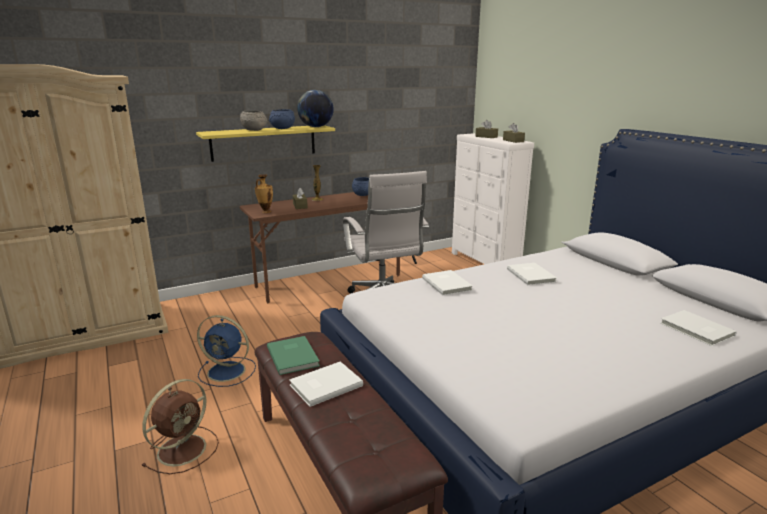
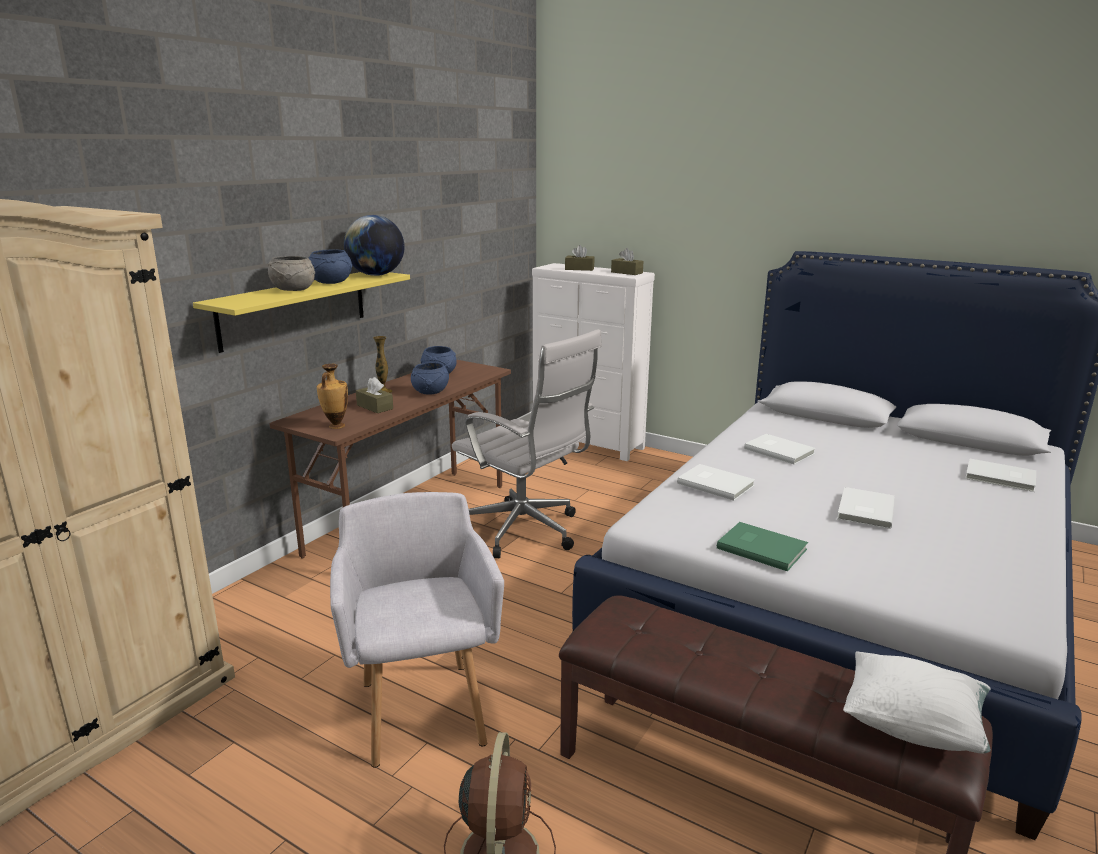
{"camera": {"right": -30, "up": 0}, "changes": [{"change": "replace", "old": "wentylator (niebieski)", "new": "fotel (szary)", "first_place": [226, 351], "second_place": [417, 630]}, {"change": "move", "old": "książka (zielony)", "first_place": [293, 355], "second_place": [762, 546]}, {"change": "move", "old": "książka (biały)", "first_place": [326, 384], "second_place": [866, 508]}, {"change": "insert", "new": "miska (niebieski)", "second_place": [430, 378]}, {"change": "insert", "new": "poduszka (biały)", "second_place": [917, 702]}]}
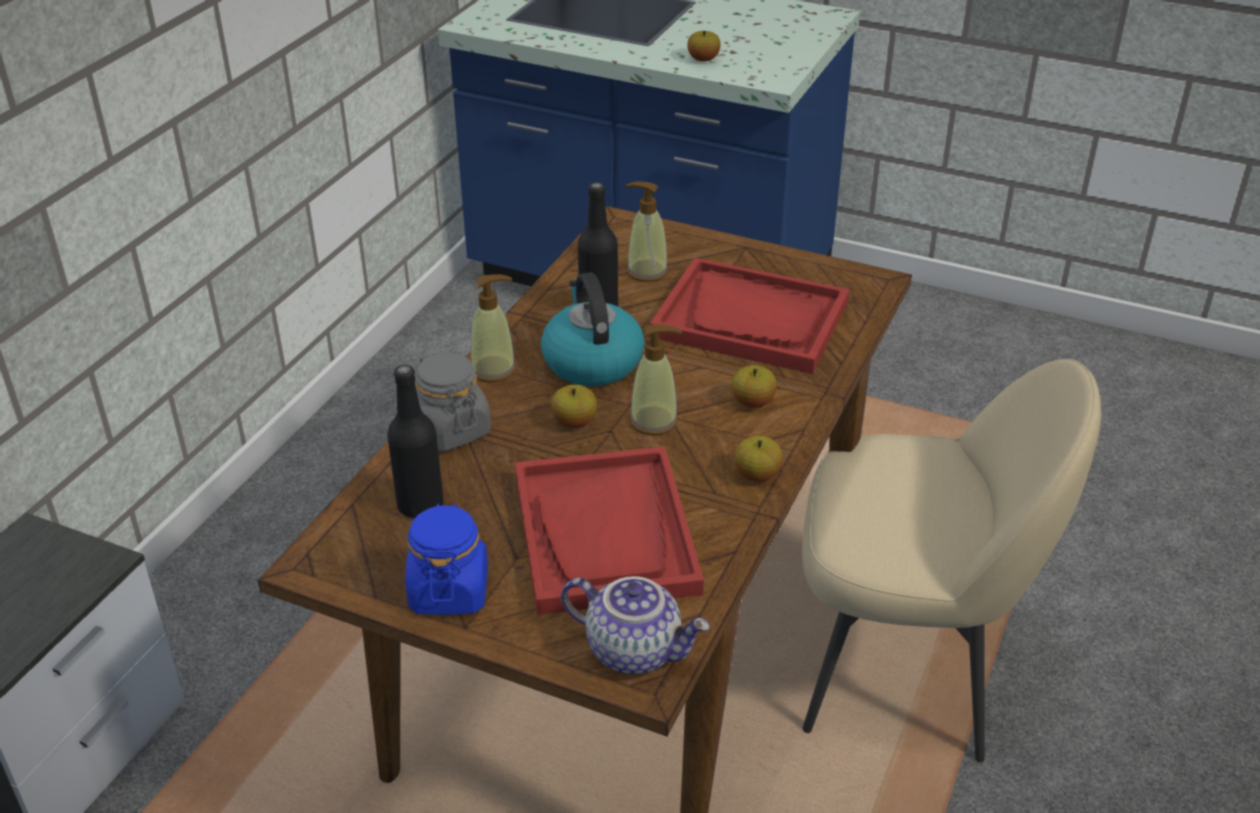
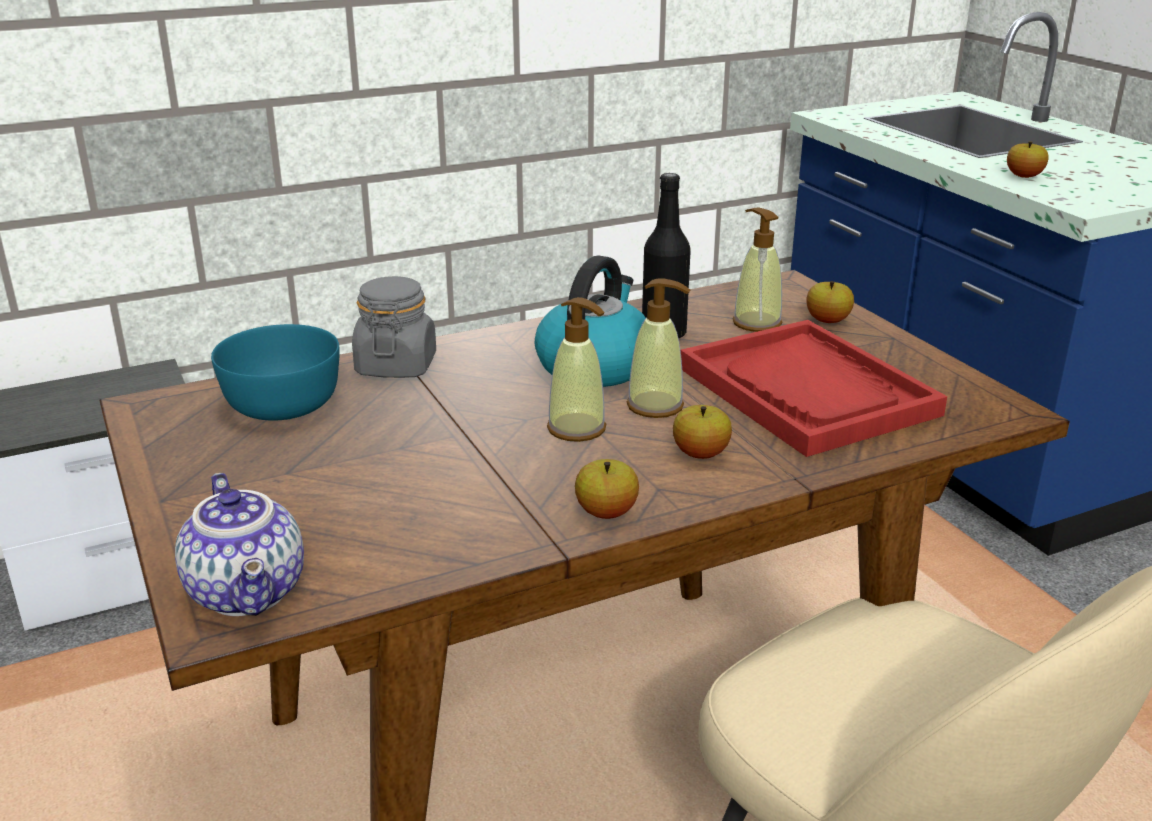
{"camera": {"right": 40, "up": -10}, "changes": [{"change": "replace", "old": "butelka (czarny)", "new": "miska (turkusowy)", "first_place": [415, 441], "second_place": [275, 372]}, {"change": "delete", "old": "słoik (niebieski)", "first_place": [446, 559]}, {"change": "move", "old": "dozownik mydła", "first_place": [493, 328], "second_place": [658, 348]}, {"change": "delete", "old": "taca (czerwony)", "first_place": [609, 531]}, {"change": "move", "old": "jabłko", "first_place": [574, 406], "second_place": [830, 302]}]}
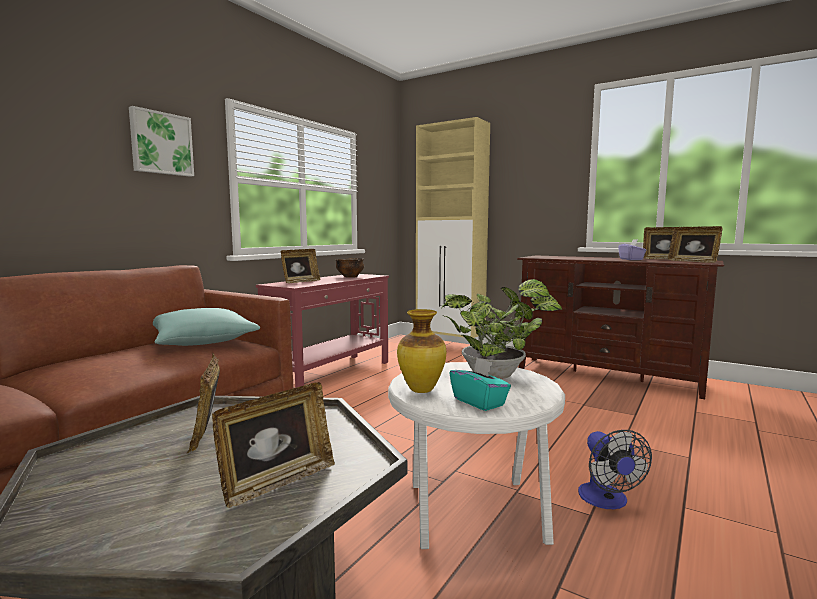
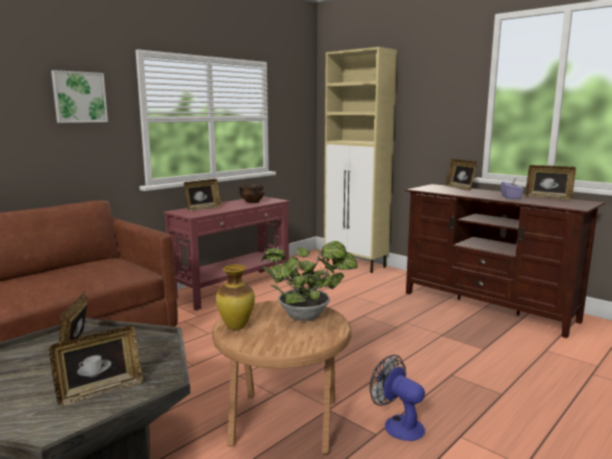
{"camera": {"right": 10, "up": 5}, "changes": [{"change": "delete", "old": "poduszka (turkusowy)", "first_place": [206, 327]}, {"change": "recolor", "old": "stolik (biały)", "new": "stolik (brązowy)", "first_place": [476, 455], "second_place": [281, 377]}, {"change": "delete", "old": "pudełko chusteczek (turkusowy)", "first_place": [480, 384]}, {"change": "rotate", "old": "wentylator", "first_place": [615, 469], "second_place": [397, 398], "degrees": 135}, {"change": "move", "old": "ramka na zdjęcie", "first_place": [695, 244], "second_place": [461, 175]}]}
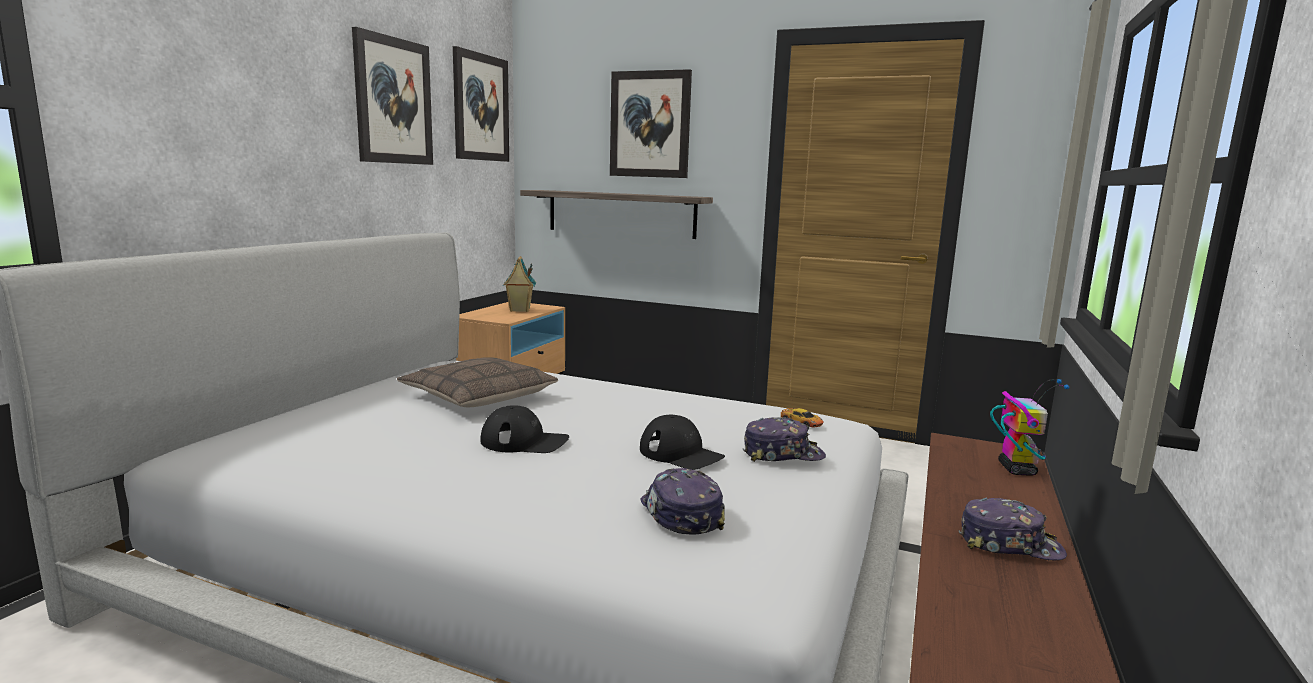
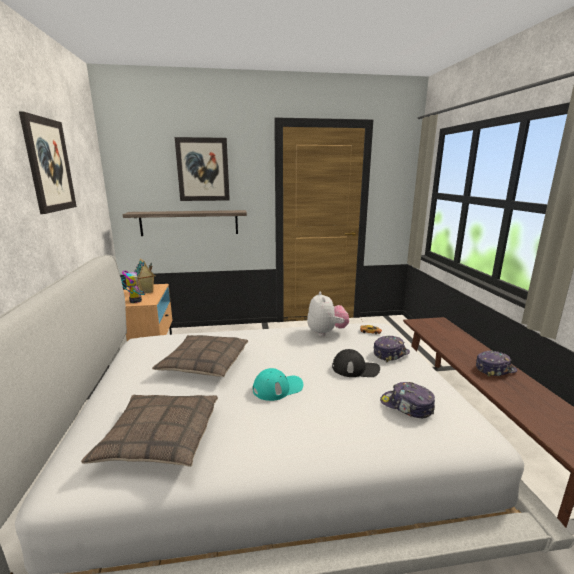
{"camera": {"right": -30, "up": 5}, "changes": [{"change": "delete", "old": "obraz", "first_place": [481, 104]}, {"change": "recolor", "old": "czapka z daszkiem (czarny)", "new": "czapka z daszkiem (turkusowy)", "first_place": [524, 429], "second_place": [278, 384]}, {"change": "move", "old": "robot zabawkowy", "first_place": [1030, 427], "second_place": [133, 282]}, {"change": "insert", "new": "poduszka", "second_place": [149, 431]}, {"change": "insert", "new": "pluszak", "second_place": [328, 314]}]}
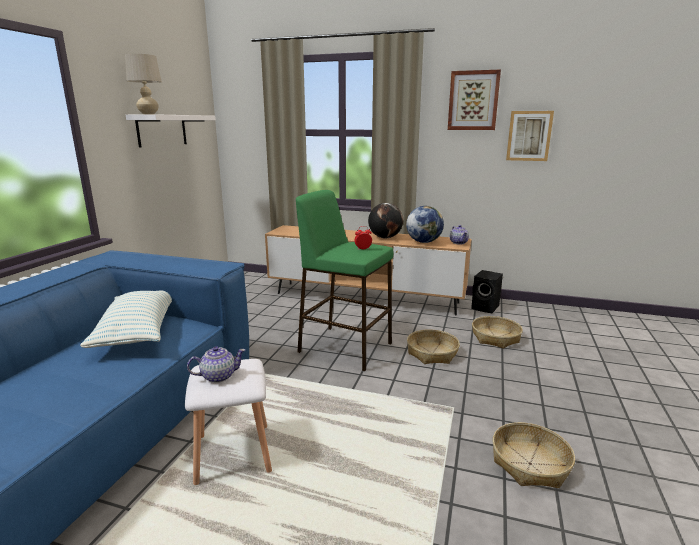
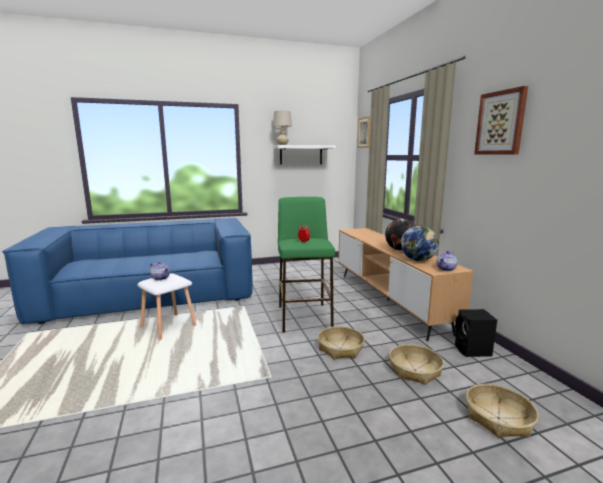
{"camera": {"right": 55, "up": -5}, "changes": [{"change": "delete", "old": "poduszka", "first_place": [126, 319]}, {"change": "move", "old": "koszyk", "first_place": [533, 455], "second_place": [502, 411]}, {"change": "move", "old": "obraz", "first_place": [530, 136], "second_place": [363, 132]}]}
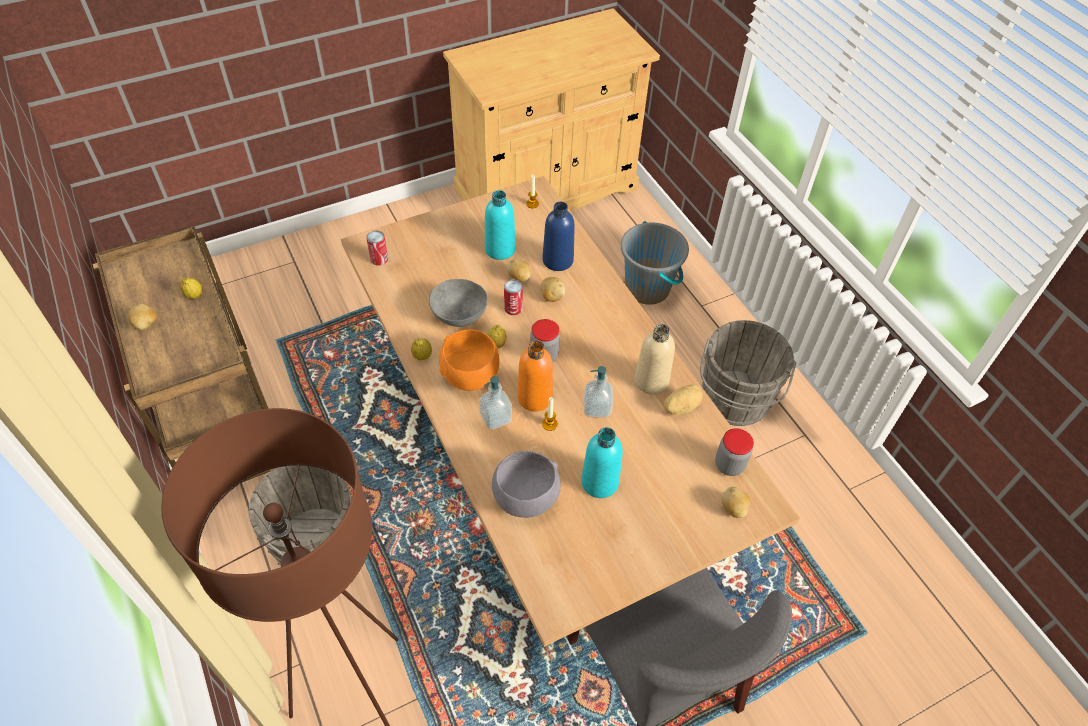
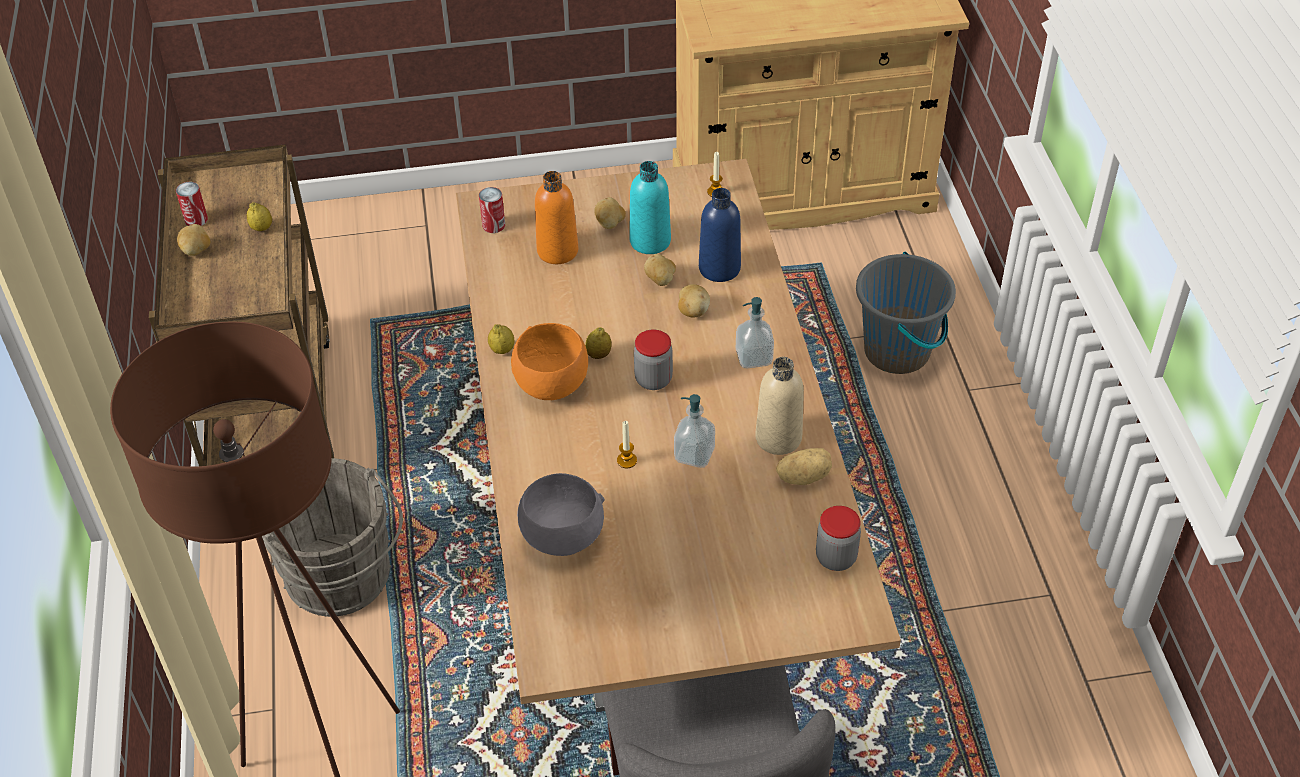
{"camera": {"right": 20, "up": -5}, "changes": [{"change": "delete", "old": "miska (szary)", "first_place": [458, 303]}, {"change": "move", "old": "dozownik mydła", "first_place": [495, 402], "second_place": [755, 332]}, {"change": "move", "old": "puszka", "first_place": [513, 297], "second_place": [192, 204]}, {"change": "move", "old": "butelka (pomarańczowy)", "first_place": [535, 376], "second_place": [556, 217]}, {"change": "delete", "old": "butelka (turkusowy)", "first_place": [602, 462]}, {"change": "delete", "old": "wiadro (szary)", "first_place": [748, 373]}, {"change": "move", "old": "ziemniak", "first_place": [736, 502], "second_place": [610, 213]}]}
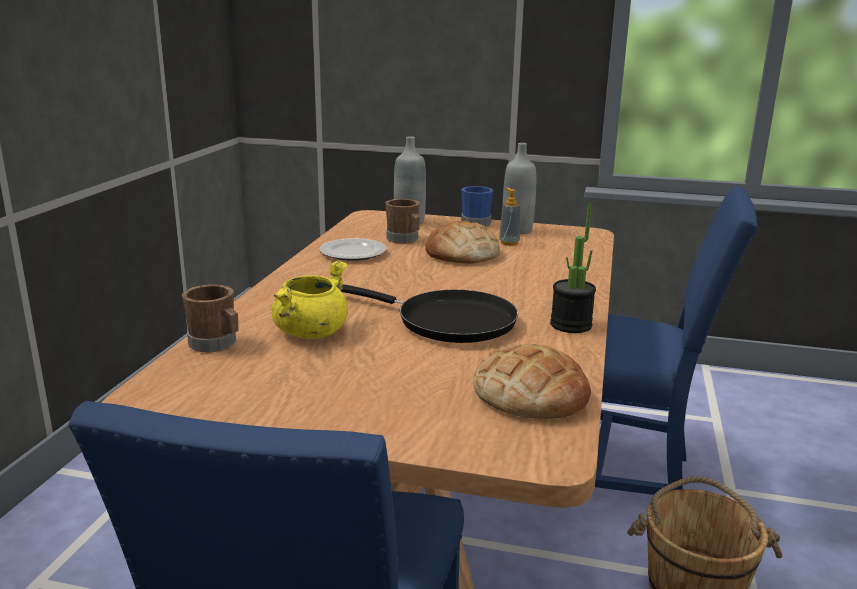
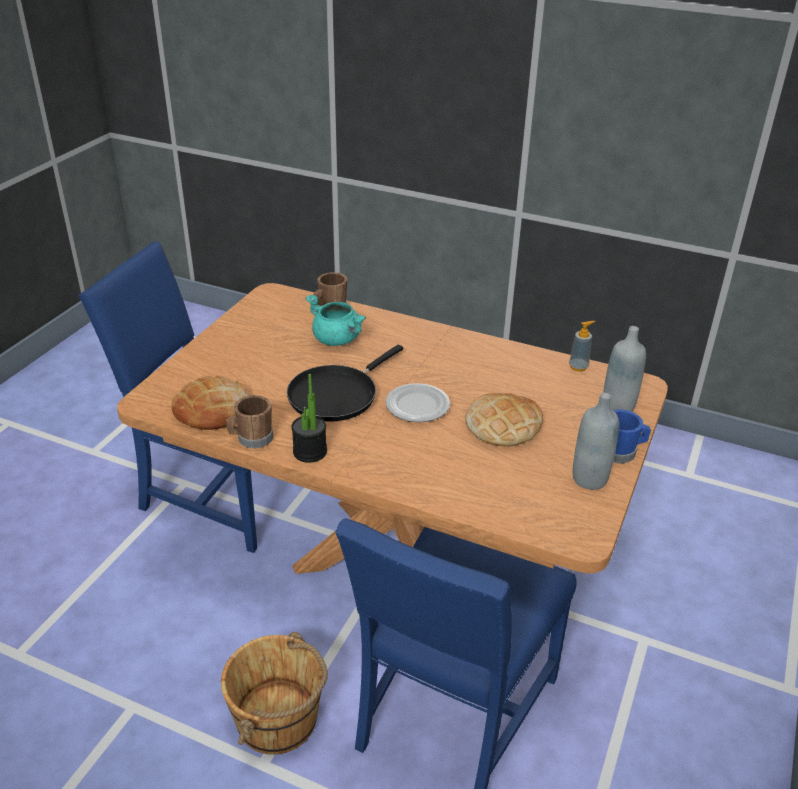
{"camera": {"right": 100, "up": 15}, "changes": [{"change": "recolor", "old": "garnek (żółty)", "new": "garnek (turkusowy)", "first_place": [310, 299], "second_place": [335, 320]}, {"change": "move", "old": "talerz", "first_place": [353, 249], "second_place": [417, 402]}, {"change": "move", "old": "kubek (brązowy)", "first_place": [402, 221], "second_place": [249, 422]}, {"change": "move", "old": "dozownik mydła", "first_place": [509, 217], "second_place": [582, 346]}]}
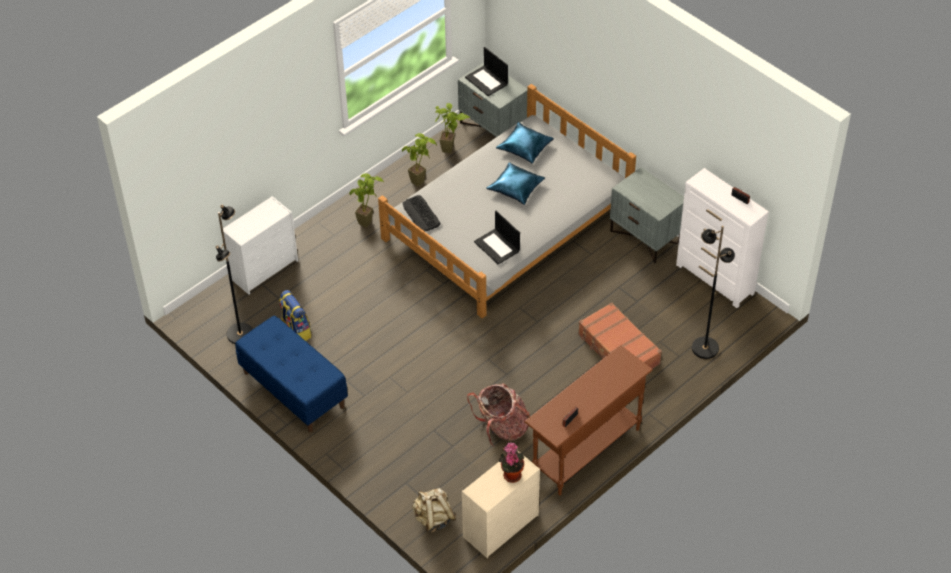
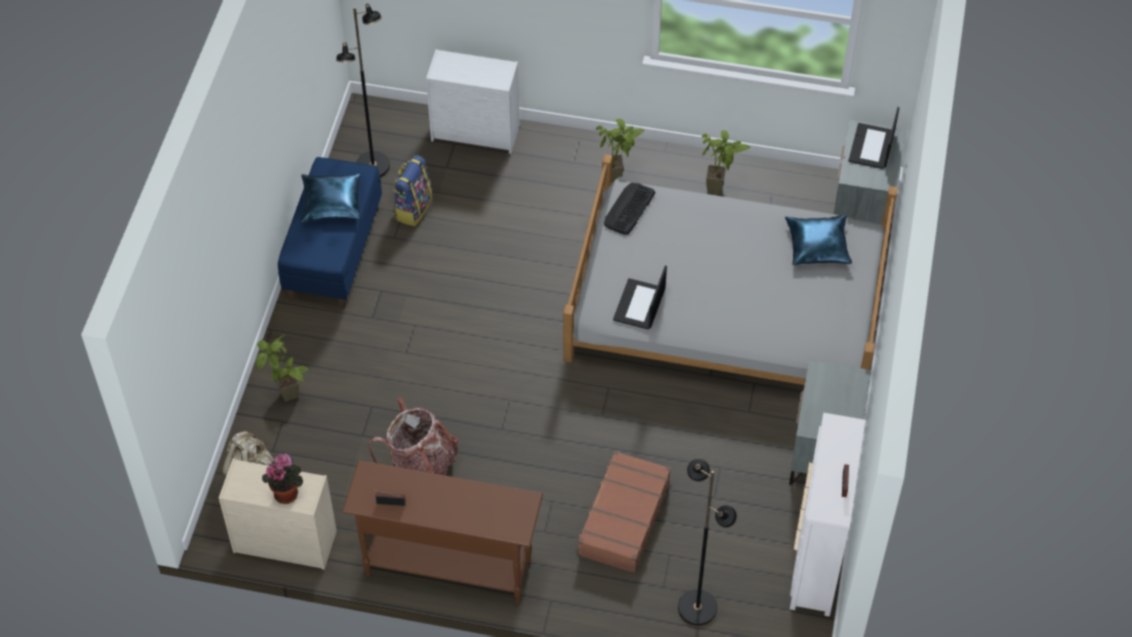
{"camera": {"right": 55, "up": 5}, "changes": [{"change": "move", "old": "roślina doniczkowa", "first_place": [452, 128], "second_place": [282, 368]}, {"change": "move", "old": "poduszka (niebieski)", "first_place": [515, 183], "second_place": [330, 197]}]}
